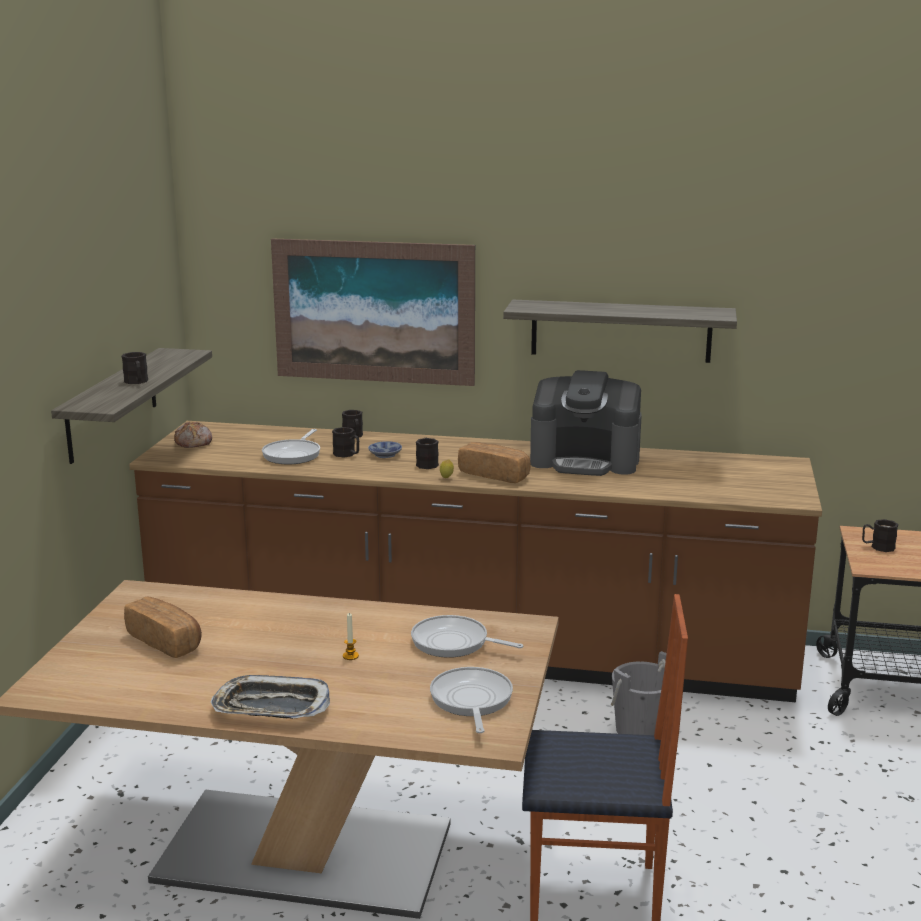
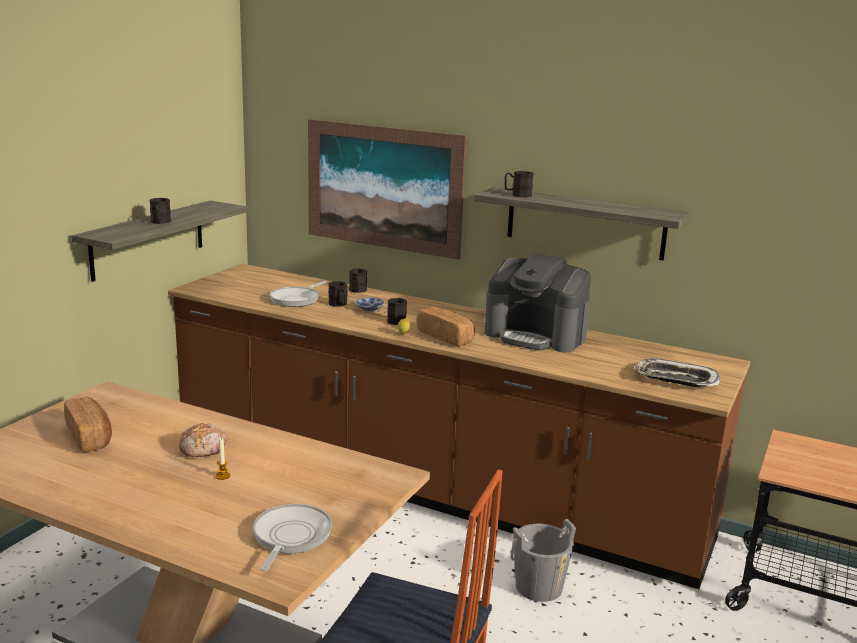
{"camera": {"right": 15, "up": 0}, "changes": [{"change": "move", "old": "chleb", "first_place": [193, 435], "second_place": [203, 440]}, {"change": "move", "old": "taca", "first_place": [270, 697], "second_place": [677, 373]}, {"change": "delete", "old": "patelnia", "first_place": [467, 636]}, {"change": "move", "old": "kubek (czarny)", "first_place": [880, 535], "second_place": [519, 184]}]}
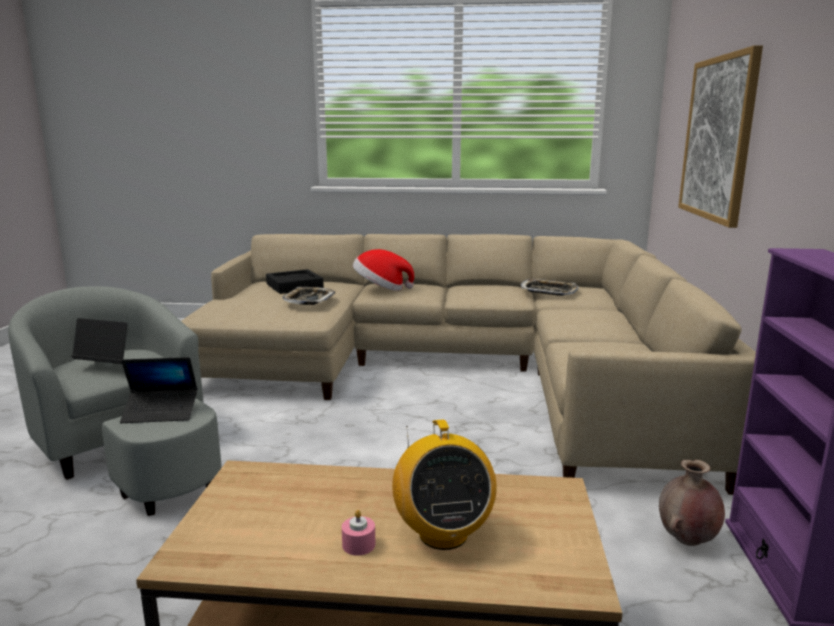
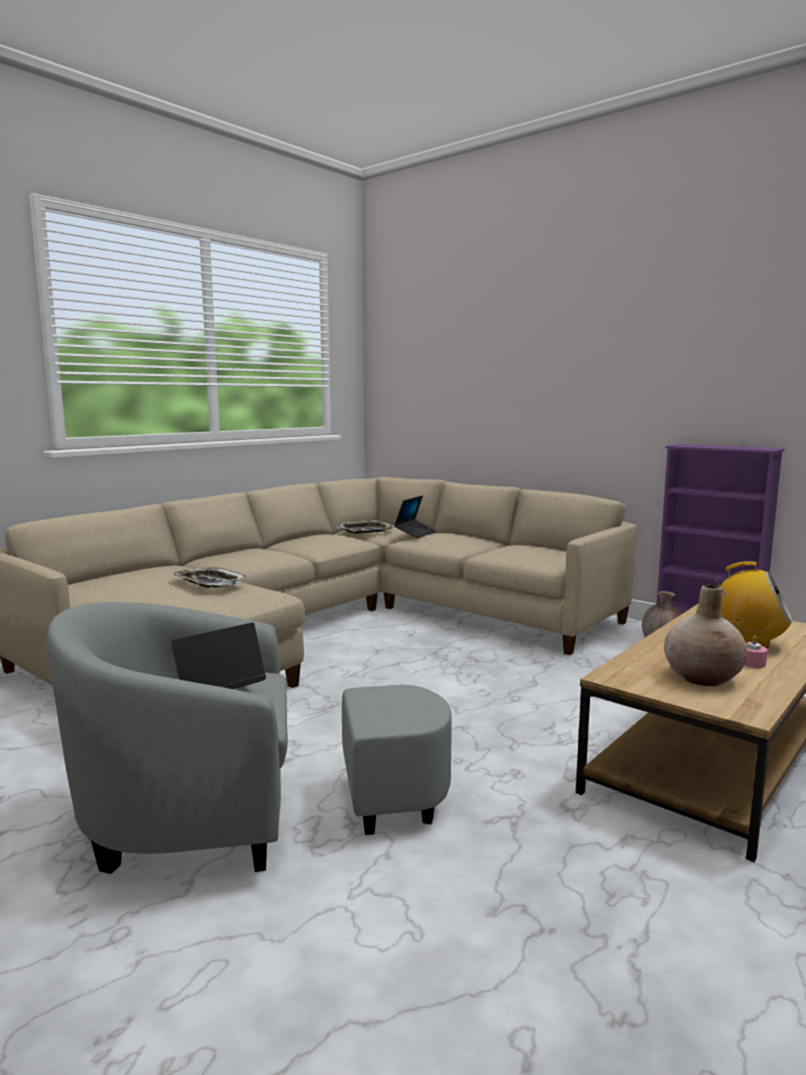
{"camera": {"right": -55, "up": -5}, "changes": [{"change": "move", "old": "laptop", "first_place": [158, 390], "second_place": [415, 516]}, {"change": "delete", "old": "taca (czarny)", "first_place": [295, 281]}, {"change": "delete", "old": "kapelusz", "first_place": [383, 270]}, {"change": "delete", "old": "obraz", "first_place": [720, 136]}, {"change": "insert", "new": "wazon (beżowy)", "second_place": [706, 635]}]}
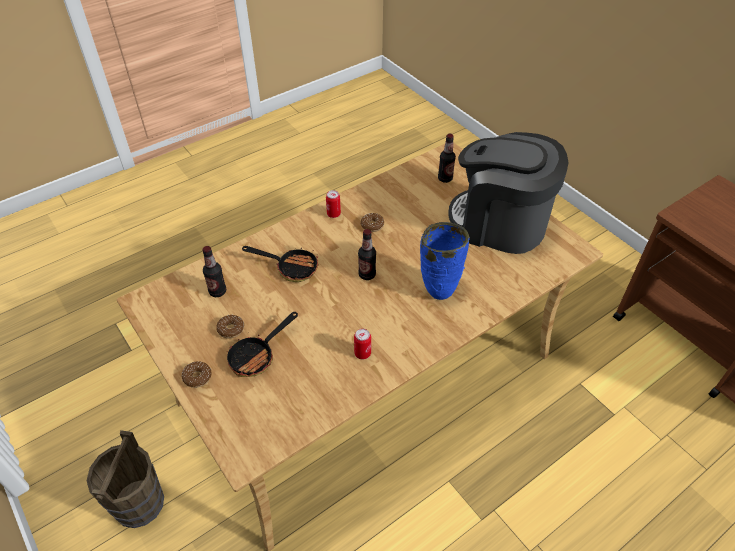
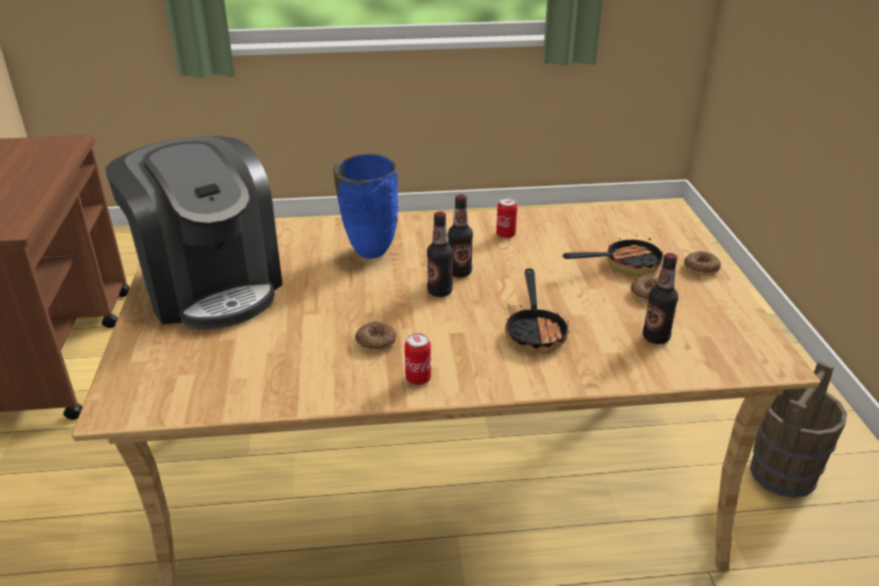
{"camera": {"right": -150, "up": -15}, "changes": [{"change": "rotate", "old": "patelnia", "first_place": [280, 264], "second_place": [537, 310], "degrees": -135}, {"change": "move", "old": "butelka", "first_place": [447, 158], "second_place": [460, 235]}]}
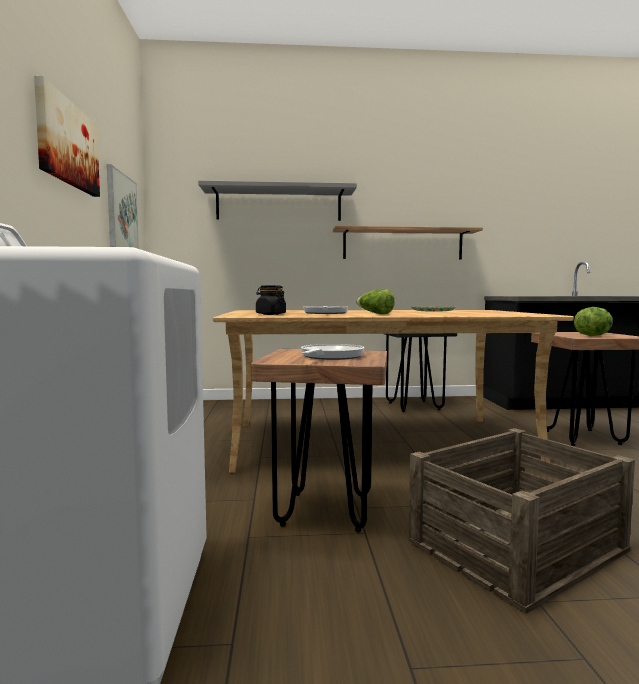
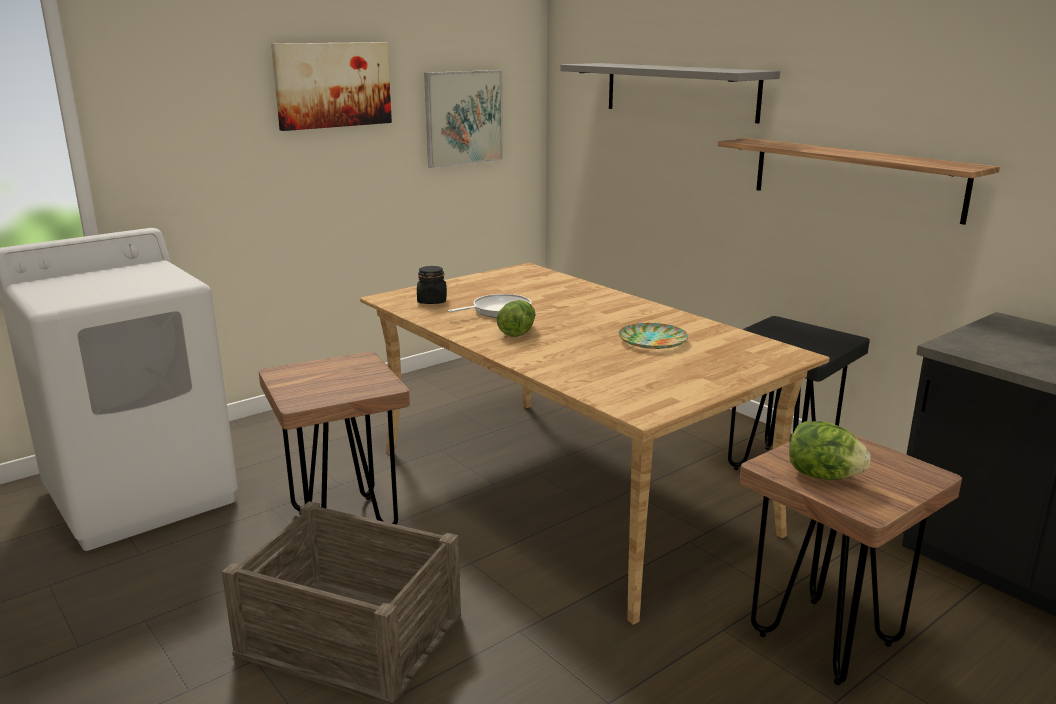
{"camera": {"right": 55, "up": 15}, "changes": [{"change": "delete", "old": "patelnia", "first_place": [333, 352]}]}
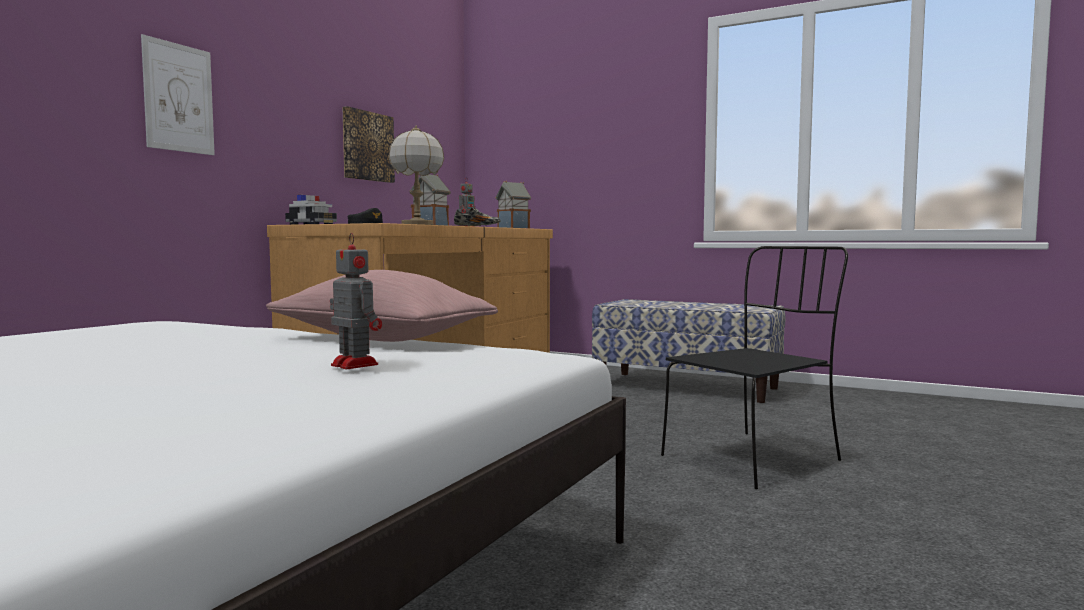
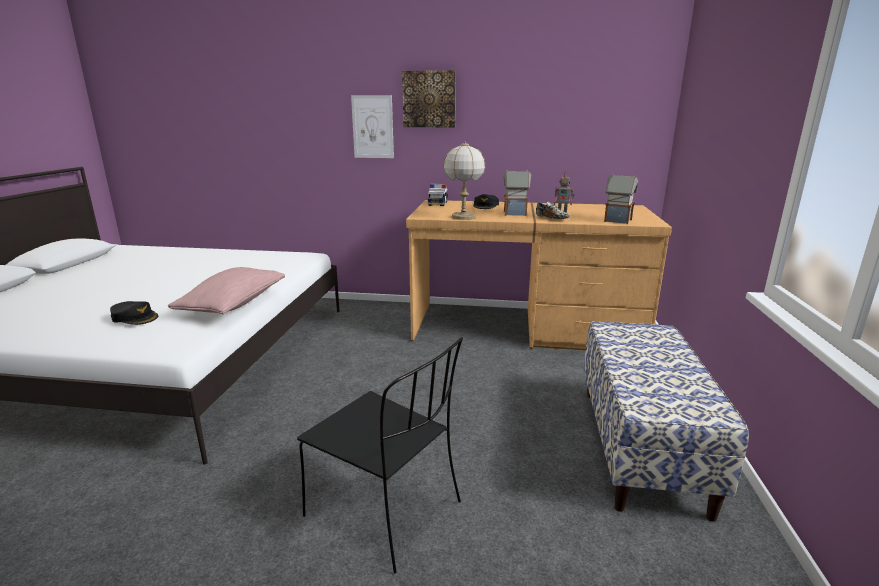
{"camera": {"right": 70, "up": 15}, "changes": [{"change": "replace", "old": "robot zabawkowy", "new": "czapka z daszkiem (czarny)", "first_place": [356, 301], "second_place": [134, 313]}, {"change": "move", "old": "obraz", "first_place": [368, 144], "second_place": [429, 98]}]}
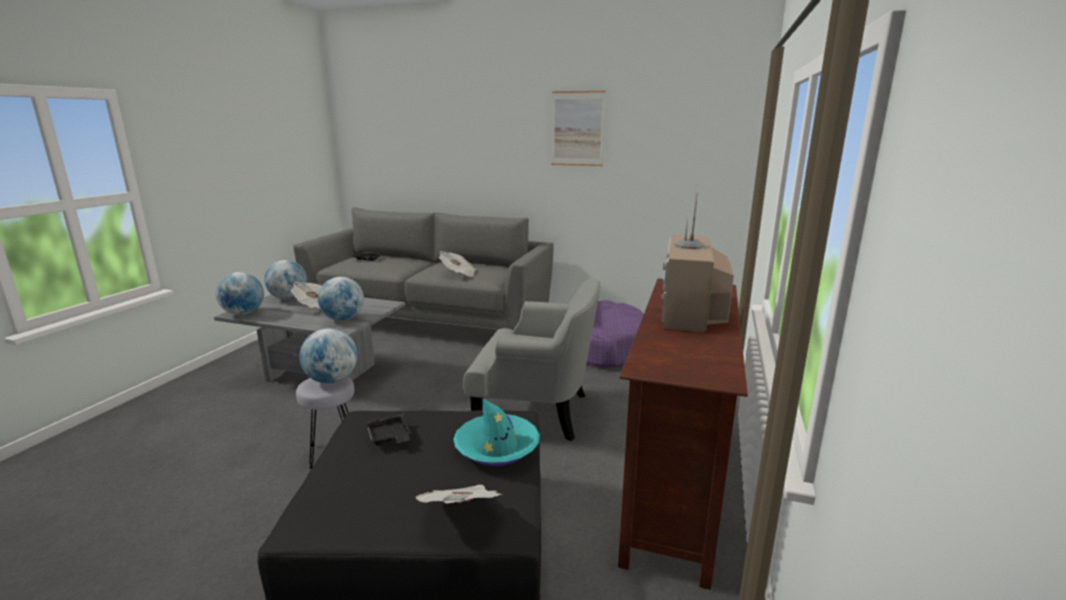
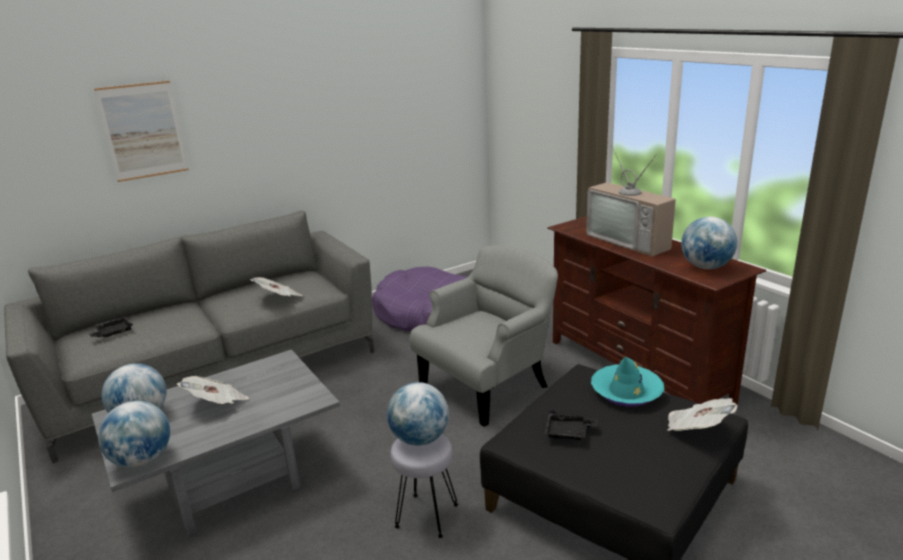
{"camera": {"right": -50, "up": 5}, "changes": [{"change": "move", "old": "globus", "first_place": [341, 299], "second_place": [709, 243]}, {"change": "move", "old": "obraz", "first_place": [578, 128], "second_place": [141, 131]}]}
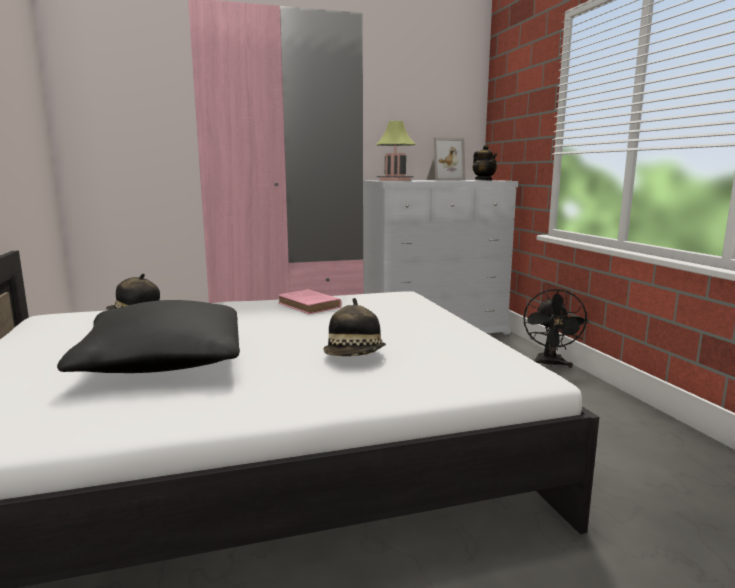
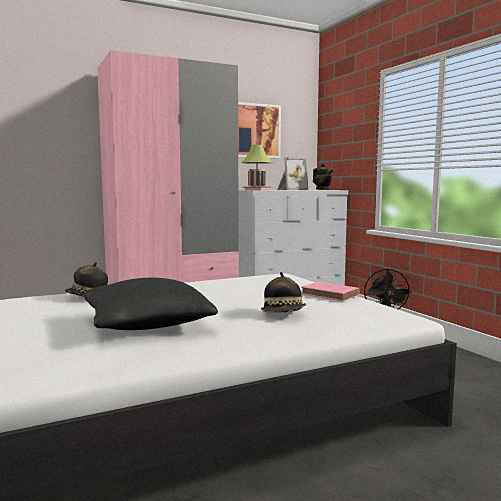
{"camera": {"right": -10, "up": -5}, "changes": [{"change": "move", "old": "książka (różowy)", "first_place": [310, 301], "second_place": [330, 291]}, {"change": "insert", "new": "obraz", "second_place": [259, 130]}]}
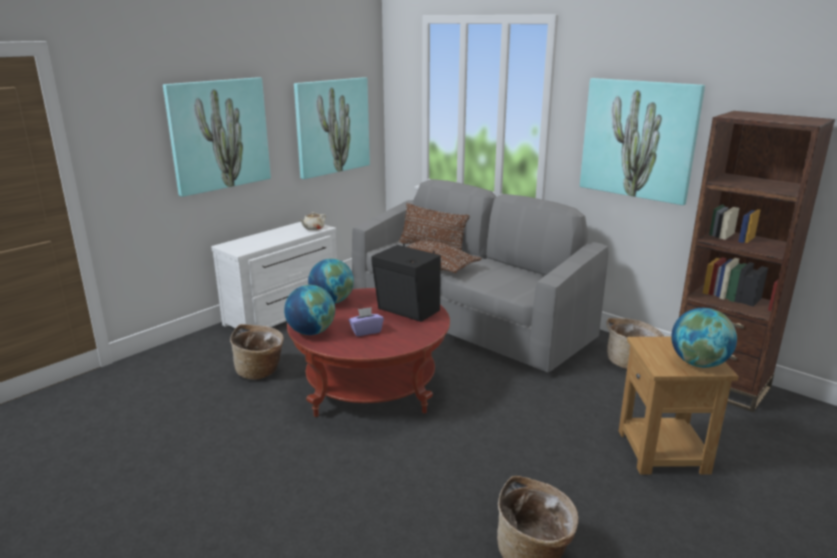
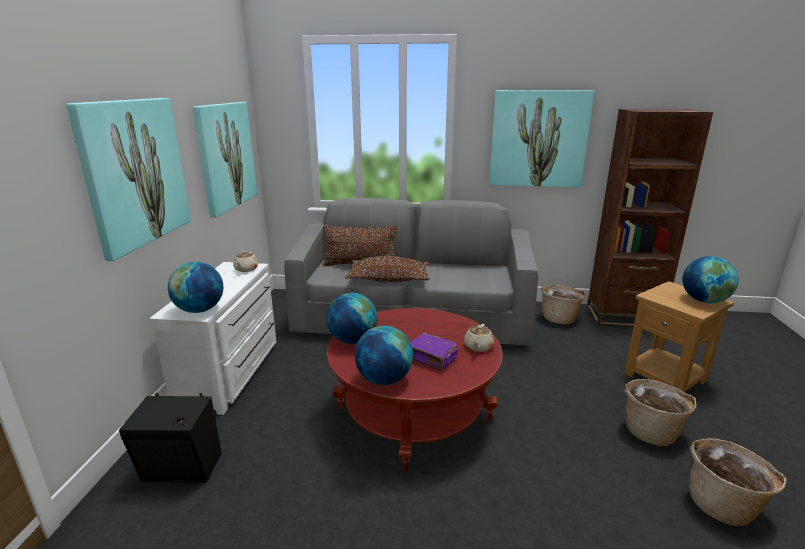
{"camera": {"right": -35, "up": 0}, "changes": [{"change": "move", "old": "koszyk", "first_place": [257, 352], "second_place": [661, 412]}, {"change": "replace", "old": "pudełko chusteczek (fioletowy)", "new": "książka (fioletowy)", "first_place": [366, 321], "second_place": [434, 352]}, {"change": "move", "old": "głośnik (czarny)", "first_place": [406, 283], "second_place": [170, 437]}, {"change": "insert", "new": "globus", "second_place": [195, 287]}, {"change": "insert", "new": "imbryk (beżowy)", "second_place": [479, 338]}]}
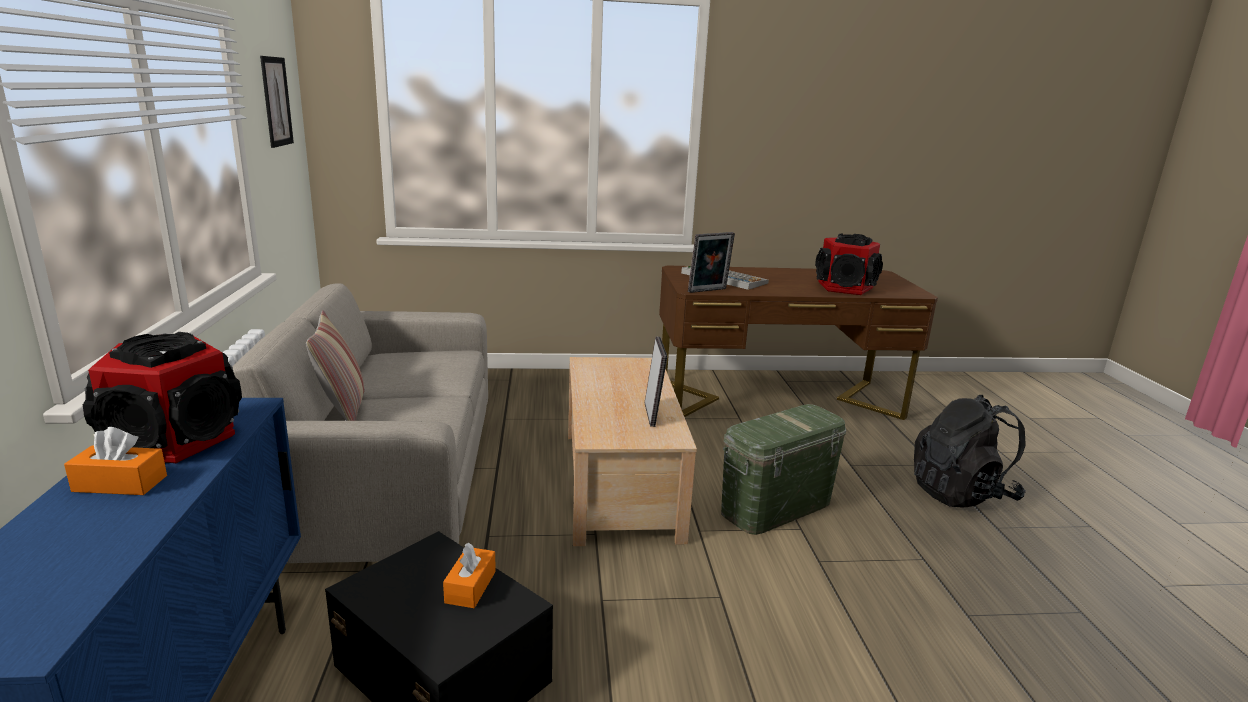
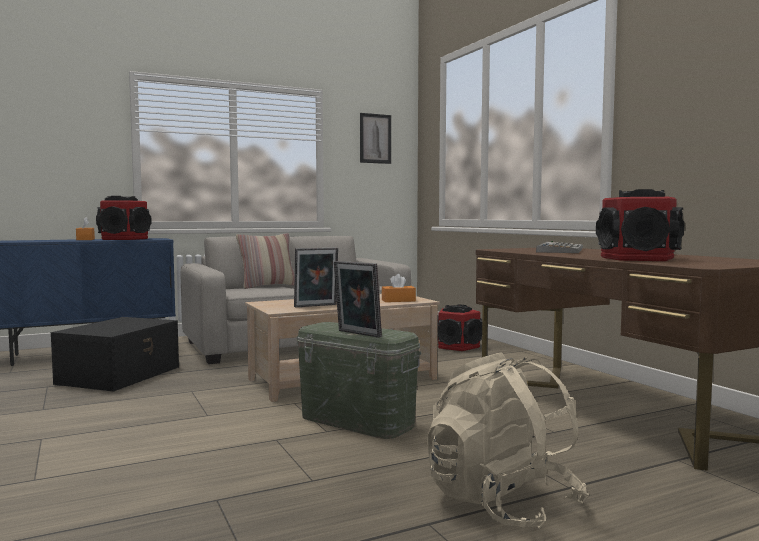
{"camera": {"right": 70, "up": -15}, "changes": [{"change": "move", "old": "pudełko chusteczek (pomarańczowy)", "first_place": [469, 575], "second_place": [399, 288]}, {"change": "move", "old": "ramka na zdjęcie", "first_place": [711, 262], "second_place": [358, 299]}, {"change": "recolor", "old": "plecak (czarny)", "new": "plecak (beżowy)", "first_place": [970, 451], "second_place": [508, 440]}, {"change": "insert", "new": "głośnik", "second_place": [459, 328]}]}
